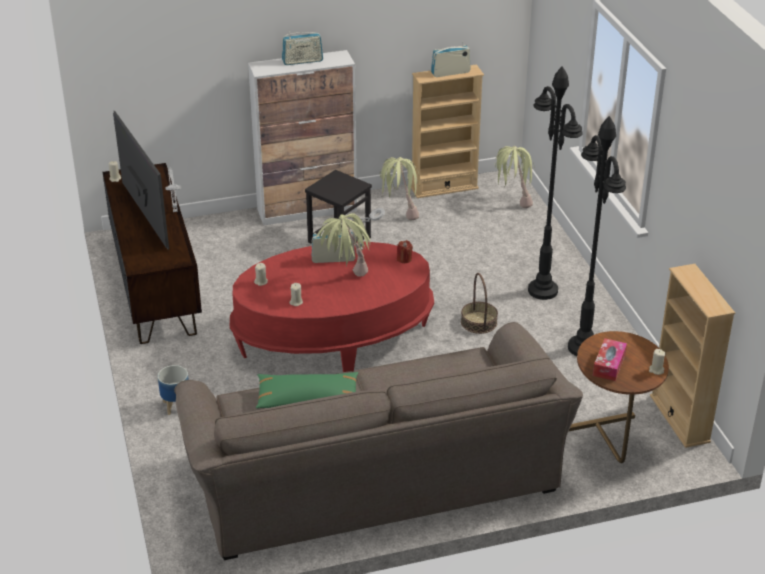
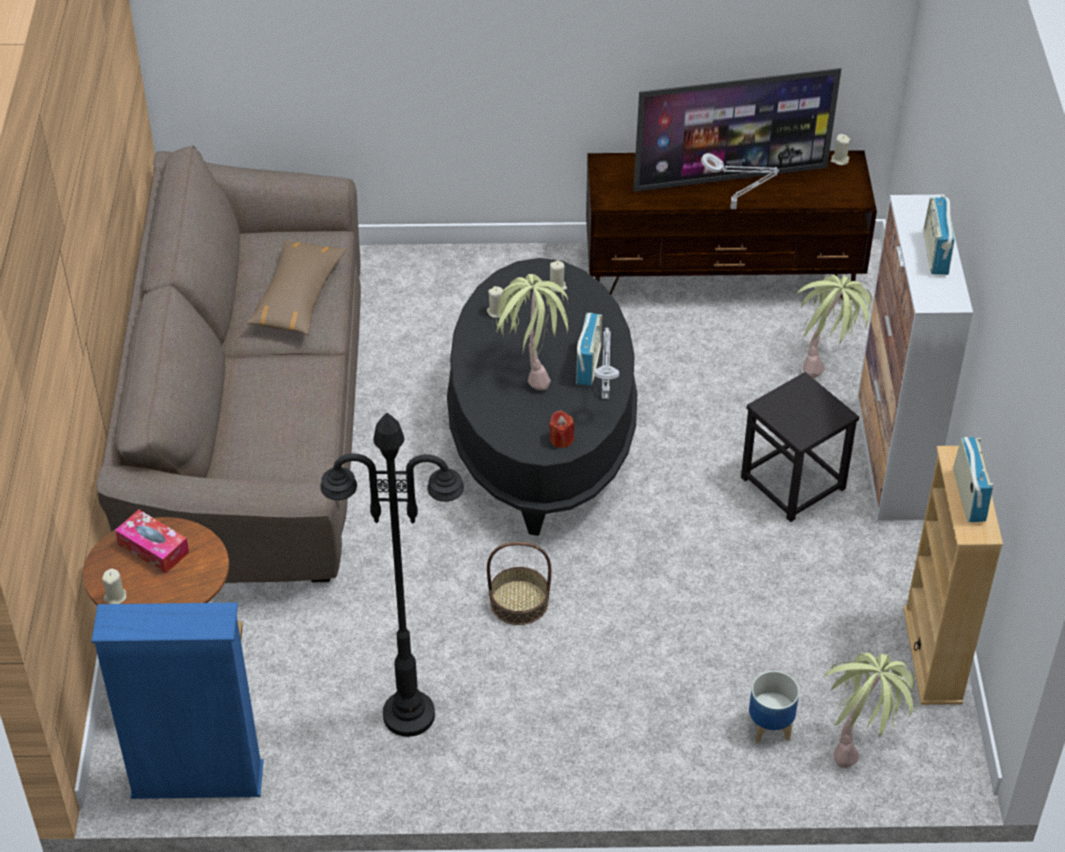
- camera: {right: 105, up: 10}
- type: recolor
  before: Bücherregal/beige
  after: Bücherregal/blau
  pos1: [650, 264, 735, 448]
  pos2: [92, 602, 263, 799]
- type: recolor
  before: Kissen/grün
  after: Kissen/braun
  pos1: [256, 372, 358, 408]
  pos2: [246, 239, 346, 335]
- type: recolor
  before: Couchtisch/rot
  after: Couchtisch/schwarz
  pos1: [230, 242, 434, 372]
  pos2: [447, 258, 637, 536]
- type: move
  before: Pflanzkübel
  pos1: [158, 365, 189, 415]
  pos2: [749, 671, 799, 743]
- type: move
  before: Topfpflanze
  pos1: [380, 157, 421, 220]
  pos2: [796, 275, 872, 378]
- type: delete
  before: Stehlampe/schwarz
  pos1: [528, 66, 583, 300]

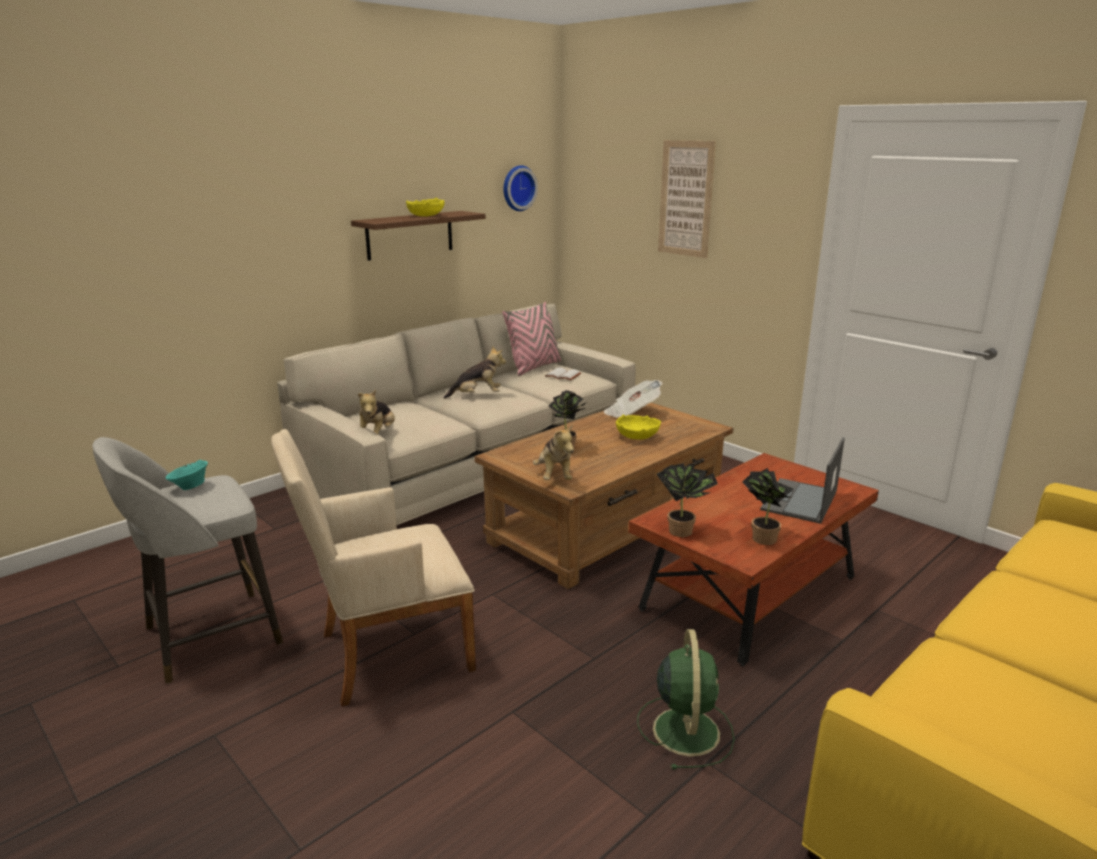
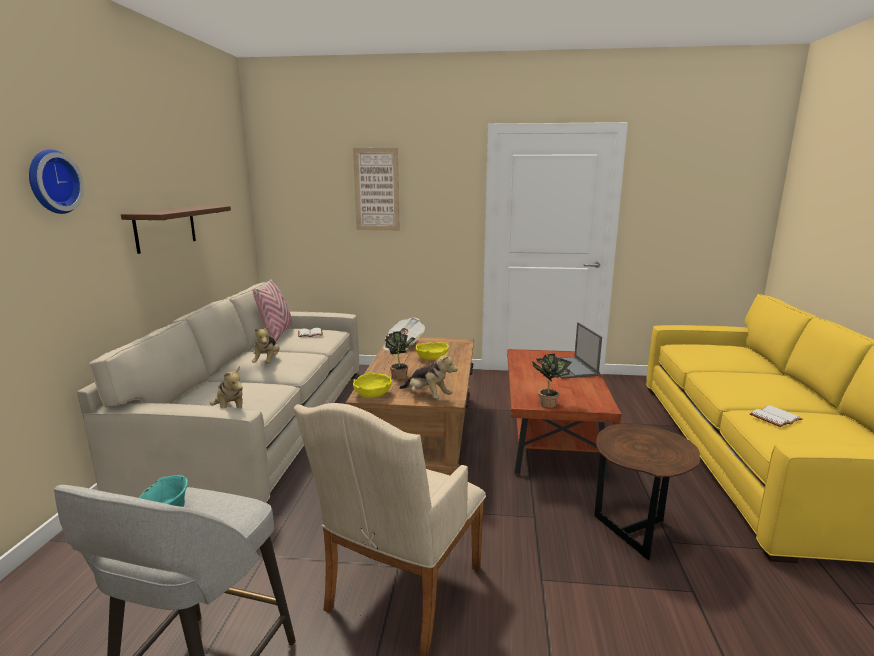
- camera: {right: -40, up: -5}
- type: move
  before: Wanduhr
  pos1: [503, 165, 538, 211]
  pos2: [29, 149, 84, 214]
- type: rotate
  before: Plüschtier
  pos1: [444, 346, 506, 399]
  pos2: [252, 325, 280, 363]
  turn: 135
- type: move
  before: Schüssel/gelb
  pos1: [406, 198, 445, 217]
  pos2: [353, 372, 392, 398]
- type: replace
  before: Ventilator/grün
  after: Beistelltisch/braun
  pos1: [637, 629, 735, 769]
  pos2: [594, 424, 700, 561]
- type: insert
  after: Buch/weiß
  pos2: [750, 406, 802, 427]
- type: delete
  before: Topfpflanze
  pos1: [742, 468, 794, 545]

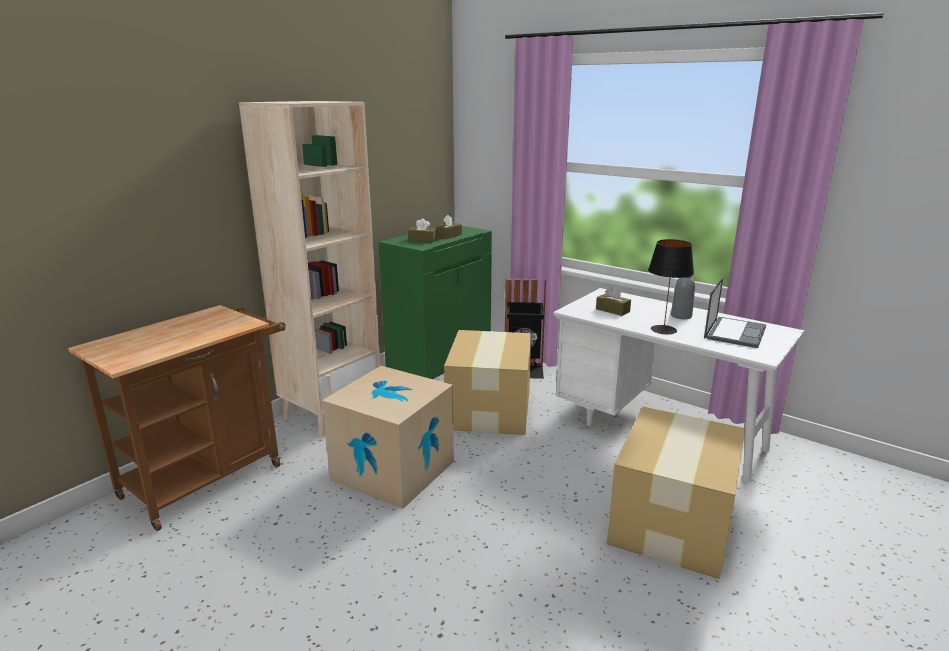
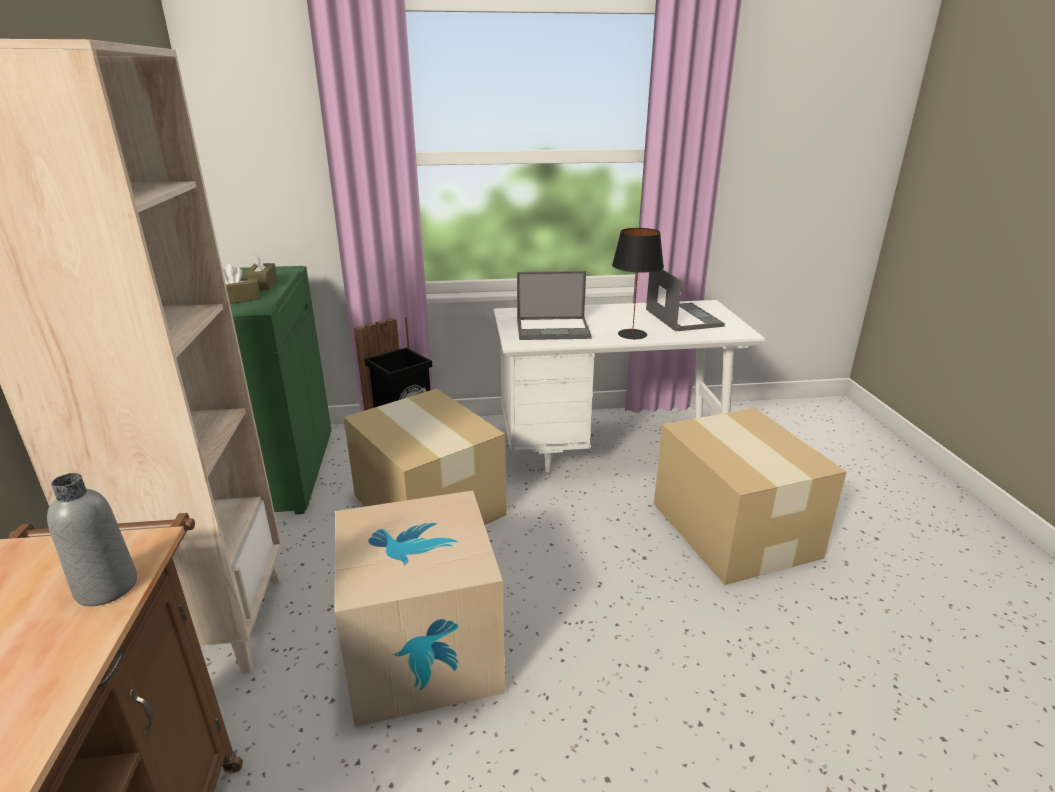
- camera: {right: -45, up: 5}
- type: move
  before: Flasche/grau
  pos1: [671, 276, 695, 319]
  pos2: [47, 473, 137, 606]
- type: replace
  before: Taschentuchbox/braun
  after: Laptop
  pos1: [596, 286, 631, 316]
  pos2: [517, 271, 592, 340]

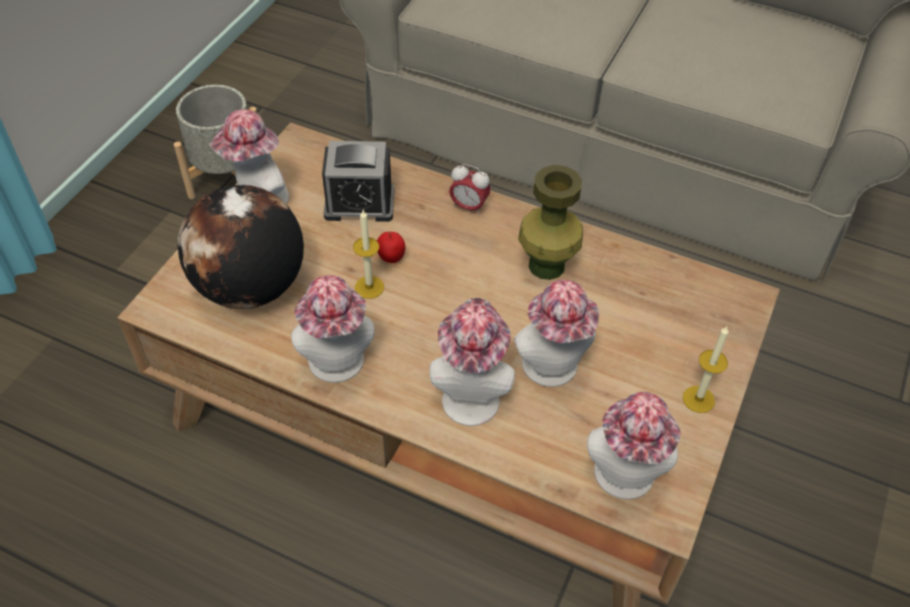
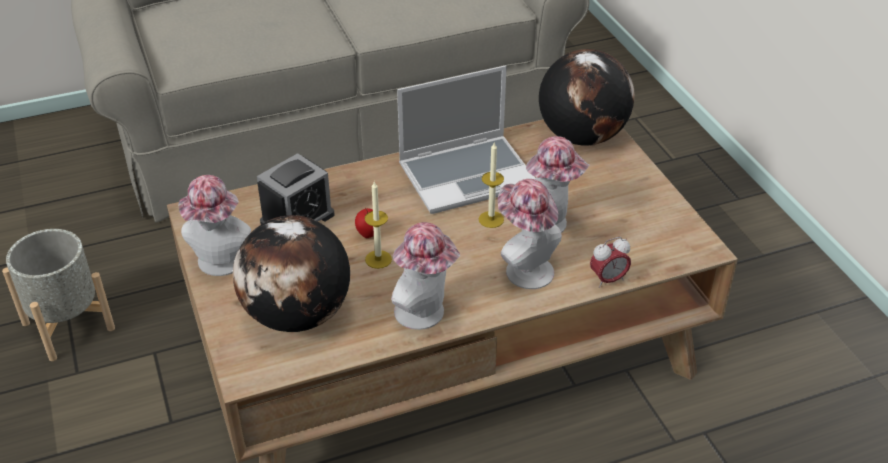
- camera: {right: -45, up: -10}
- type: replace
  before: Vase/grün
  after: Laptop
  pos1: [518, 165, 583, 280]
  pos2: [397, 65, 535, 214]
- type: move
  before: Kerze
  pos1: [682, 326, 729, 413]
  pos2: [479, 143, 504, 228]
- type: insert
  after: Globus
  pos2: [539, 49, 635, 146]
- type: move
  before: Wecker
  pos1: [449, 164, 491, 215]
  pos2: [590, 237, 631, 288]
- type: delete
  before: Hut
  pos1: [587, 392, 681, 499]

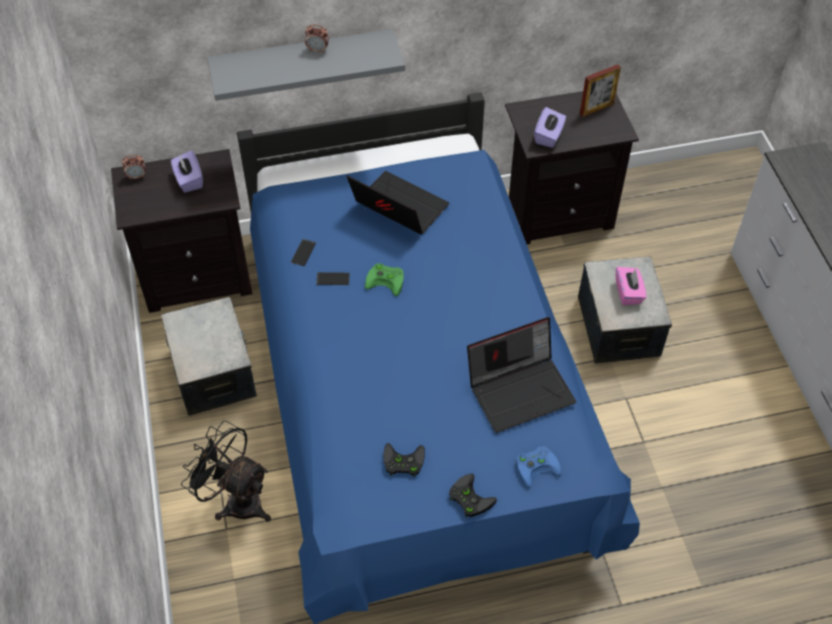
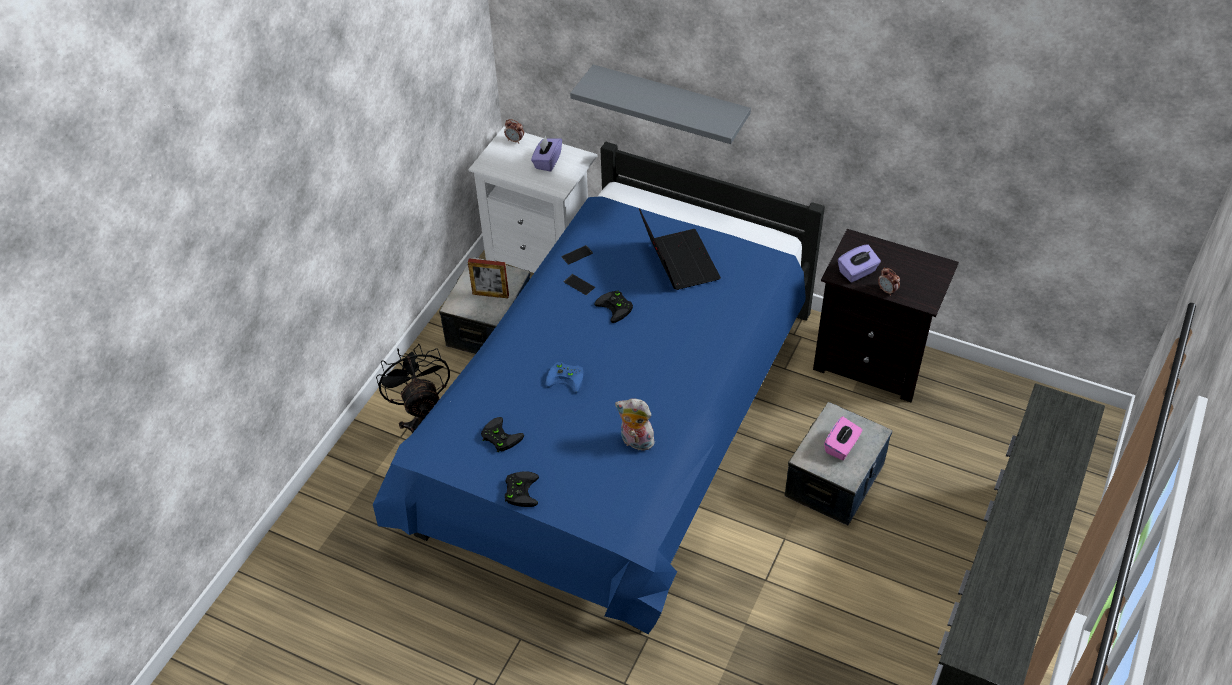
- camera: {right: 40, up: -5}
- type: recolor
  before: Nachttisch/schwarz
  after: Nachttisch/weiß
  pos1: [111, 149, 252, 313]
  pos2: [468, 126, 598, 273]
- type: move
  before: Bilderrahmen
  pos1: [580, 64, 621, 117]
  pos2: [468, 258, 509, 298]
- type: move
  before: Gamepad/blau
  pos1: [517, 446, 562, 488]
  pos2: [545, 362, 583, 393]
- type: recolor
  before: Gamepad/grün
  after: Gamepad/schwarz
  pos1: [365, 264, 404, 296]
  pos2: [594, 290, 633, 323]
- type: replace
  before: Laptop
  after: Plüschtier
  pos1: [467, 317, 576, 433]
  pos2: [615, 398, 655, 451]
- type: move
  before: Wecker
  pos1: [305, 25, 329, 53]
  pos2: [878, 268, 900, 296]

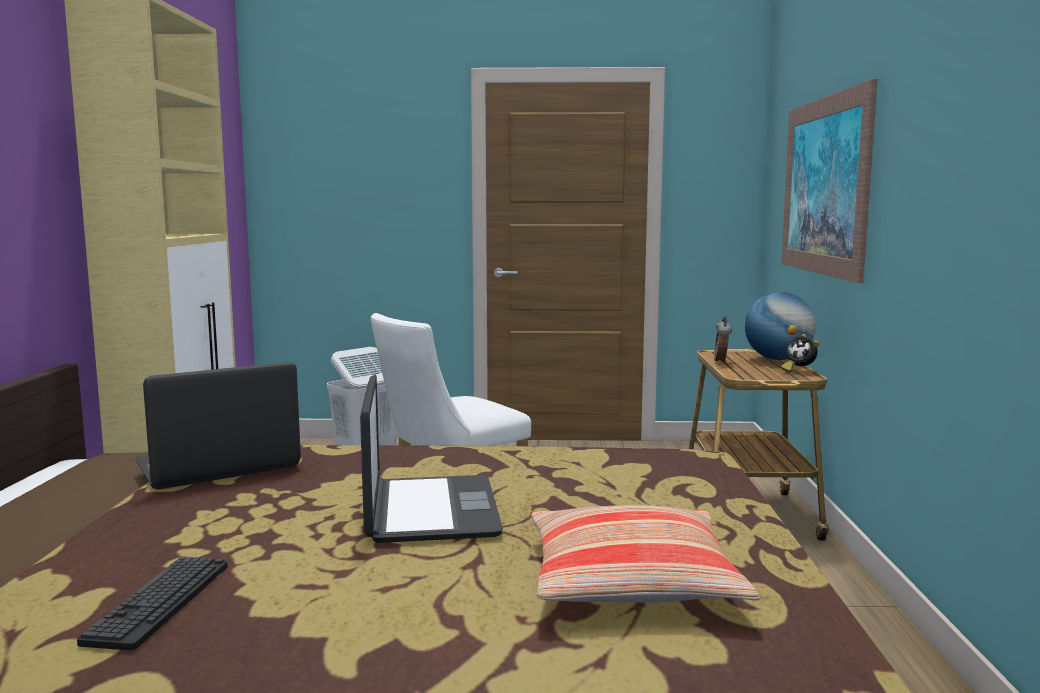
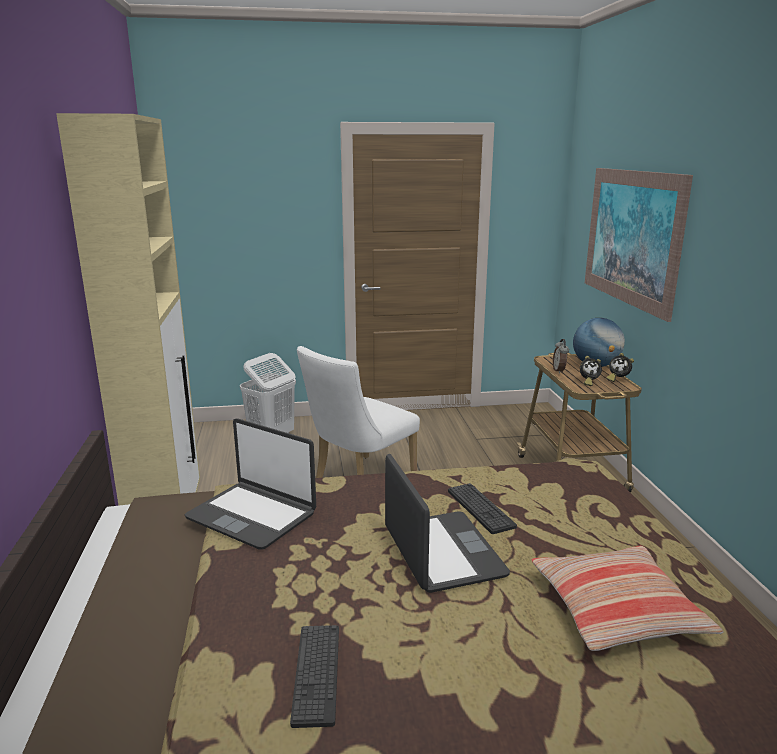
- camera: {right: -10, up: 10}
- type: rotate
  before: Laptop
  pos1: [135, 362, 301, 490]
  pos2: [185, 419, 316, 550]
  turn: -105
- type: insert
  after: Tastatur
  pos2: [448, 483, 517, 534]
- type: insert
  after: Wecker
  pos2: [580, 356, 602, 386]

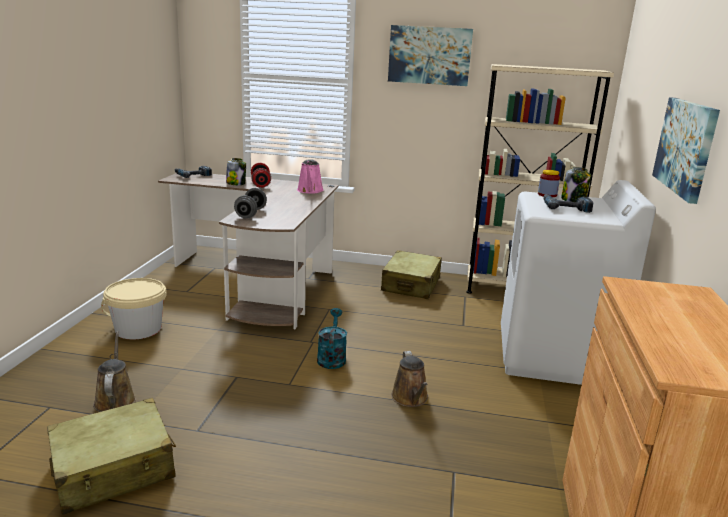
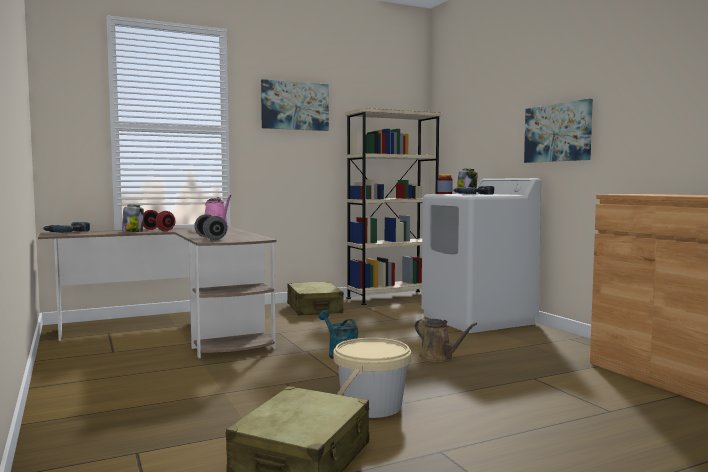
- camera: {right: -35, up: -15}
- type: move
  before: Eimer/beige
  pos1: [101, 278, 167, 339]
  pos2: [333, 338, 411, 418]
- type: delete
  before: Gießkanne/braun
  pos1: [93, 331, 136, 412]

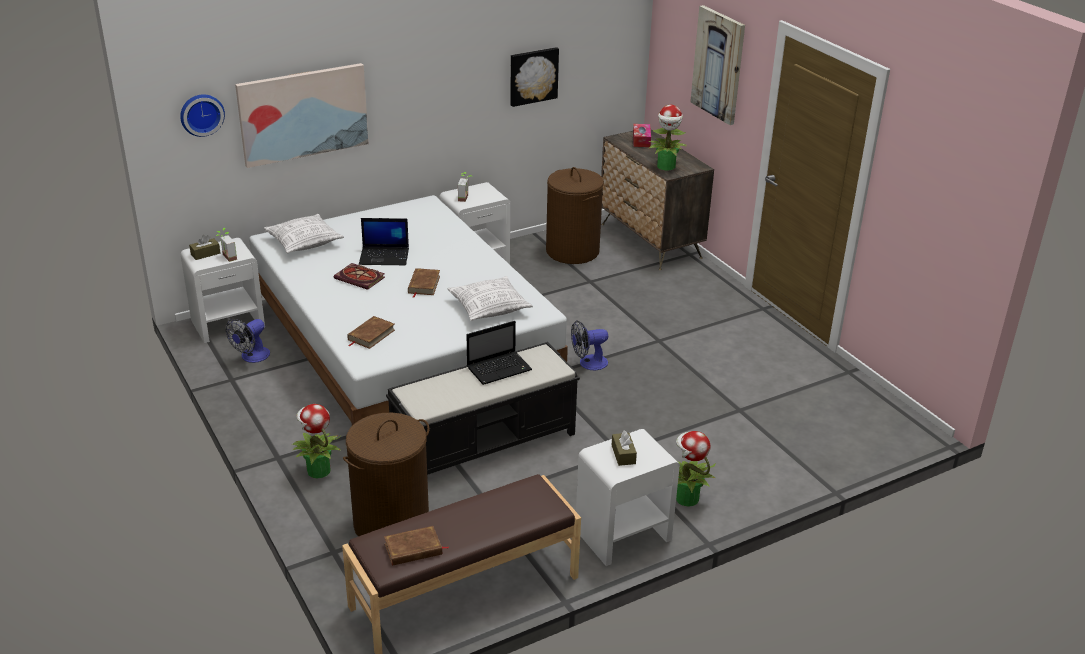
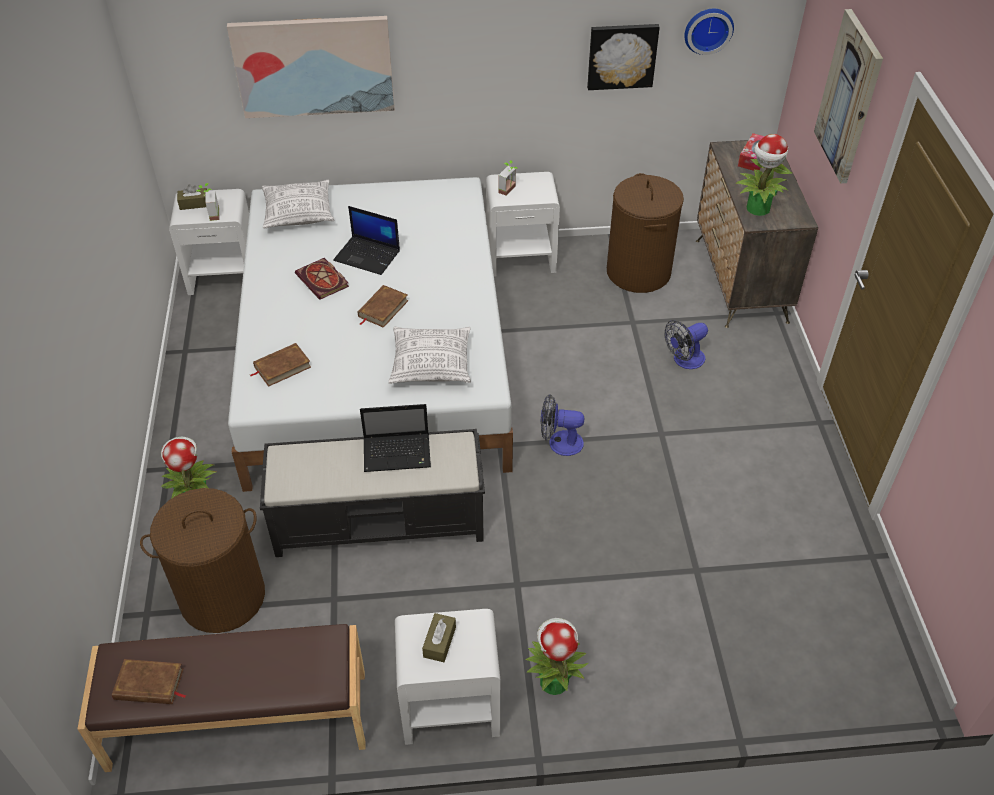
- camera: {right: 25, up: 15}
- type: move
  before: Ventilator
  pos1: [226, 319, 270, 363]
  pos2: [664, 320, 708, 369]
- type: move
  before: Wanduhr
  pos1: [180, 94, 225, 137]
  pos2: [684, 9, 734, 55]

